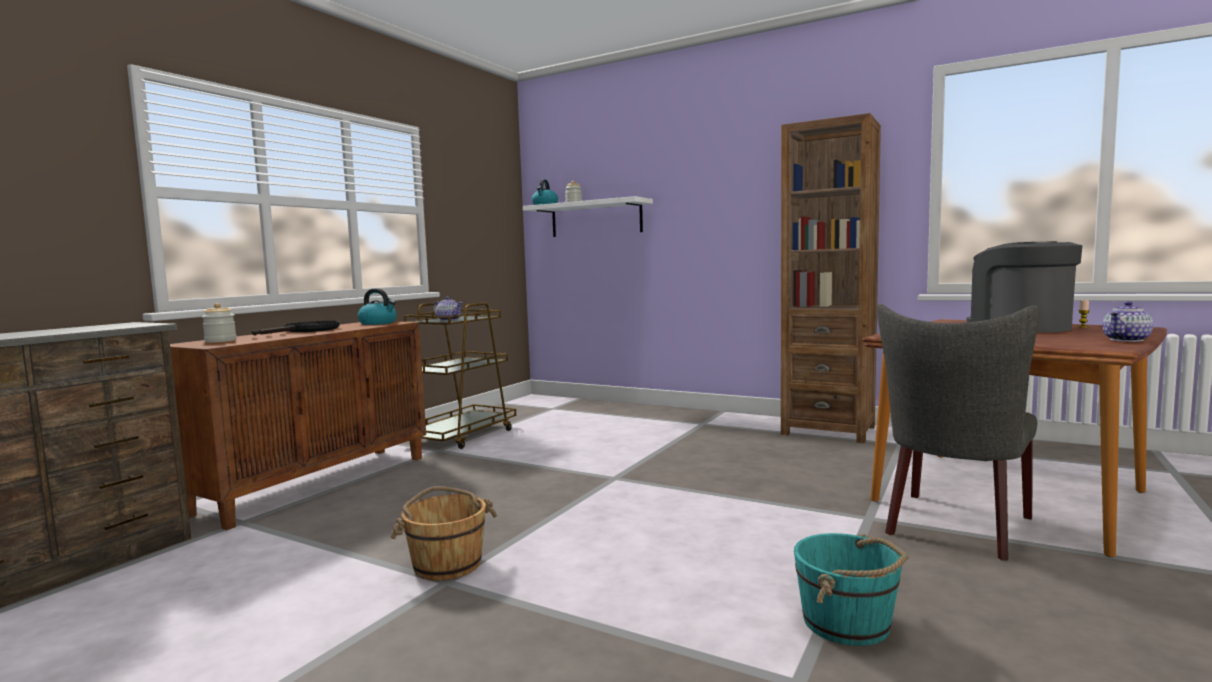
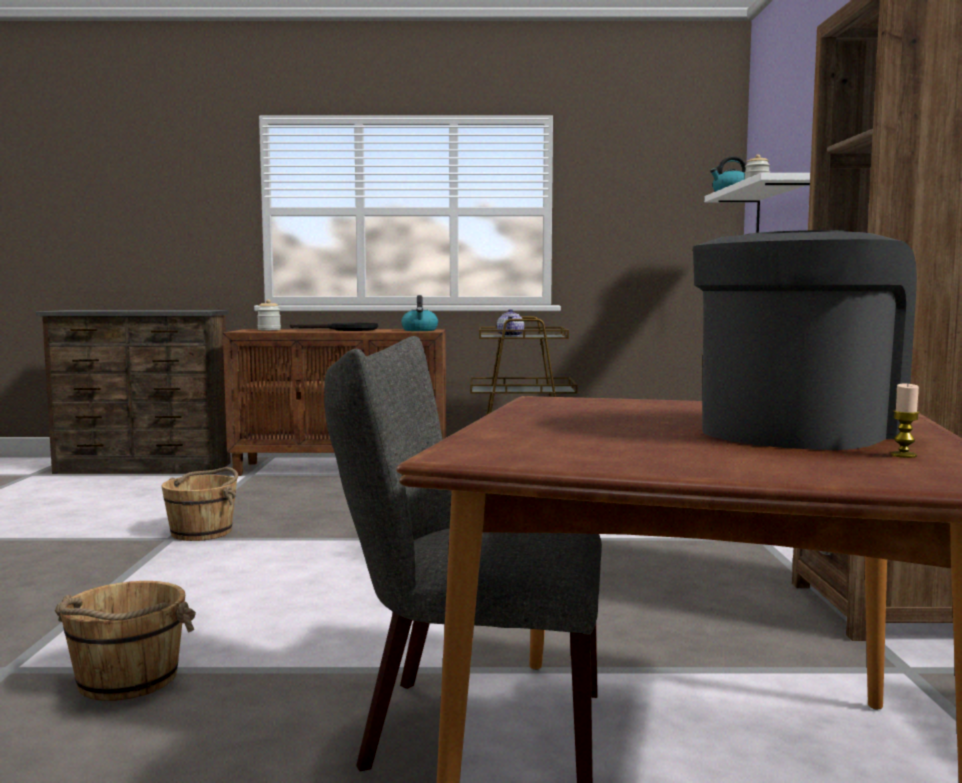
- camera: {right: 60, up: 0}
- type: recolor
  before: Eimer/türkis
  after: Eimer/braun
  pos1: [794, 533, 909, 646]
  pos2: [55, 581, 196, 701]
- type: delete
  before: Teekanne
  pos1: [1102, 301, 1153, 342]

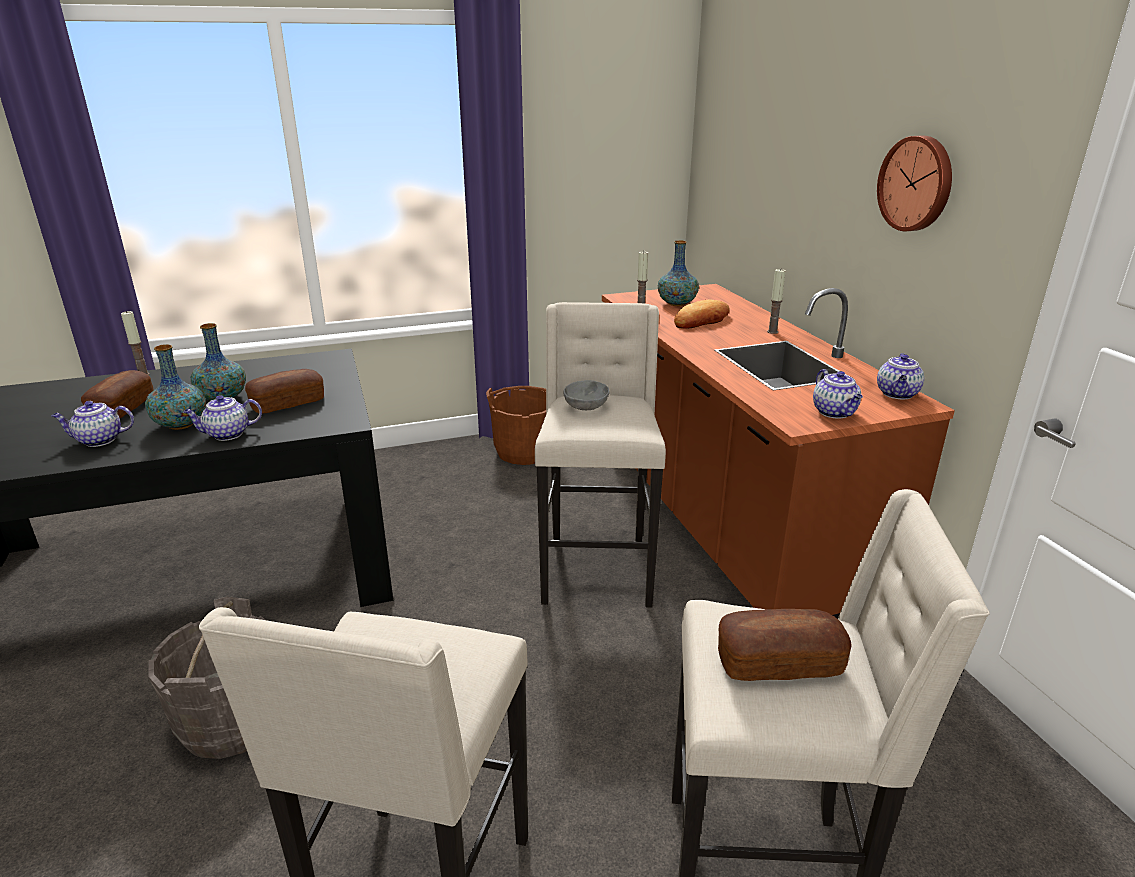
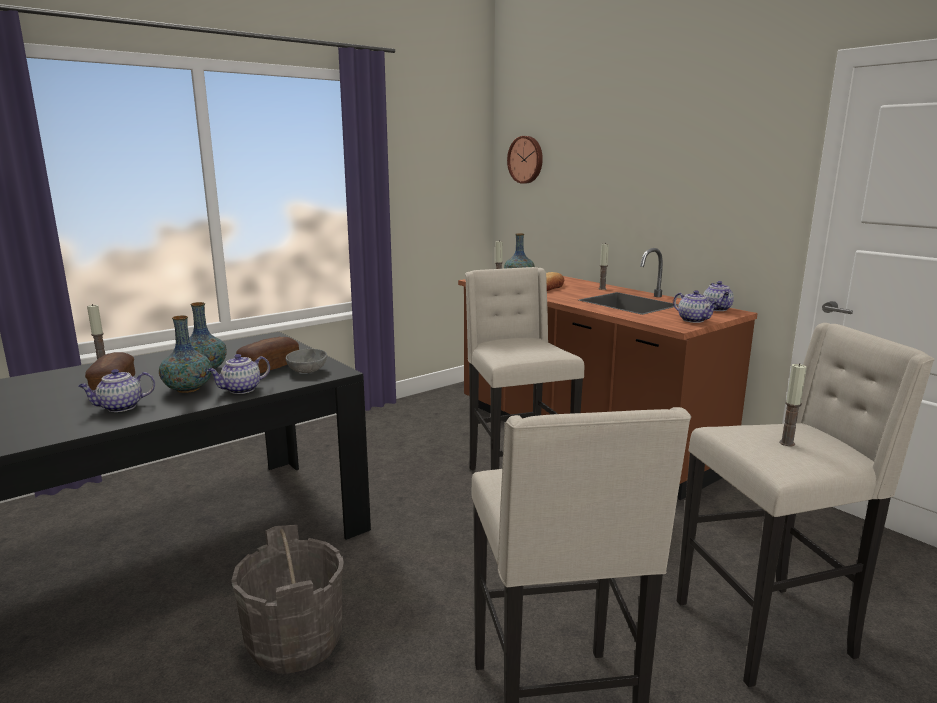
- camera: {right: -20, up: -10}
- type: move
  before: Schüssel/grau
  pos1: [564, 380, 609, 410]
  pos2: [286, 348, 327, 373]
- type: move
  before: Wanduhr
  pos1: [877, 136, 952, 231]
  pos2: [507, 136, 543, 184]
- type: replace
  before: Brot
  after: Kerze
  pos1: [718, 609, 852, 681]
  pos2: [780, 363, 807, 446]
- type: delete
  before: Eimer/braun
  pos1: [486, 386, 546, 465]

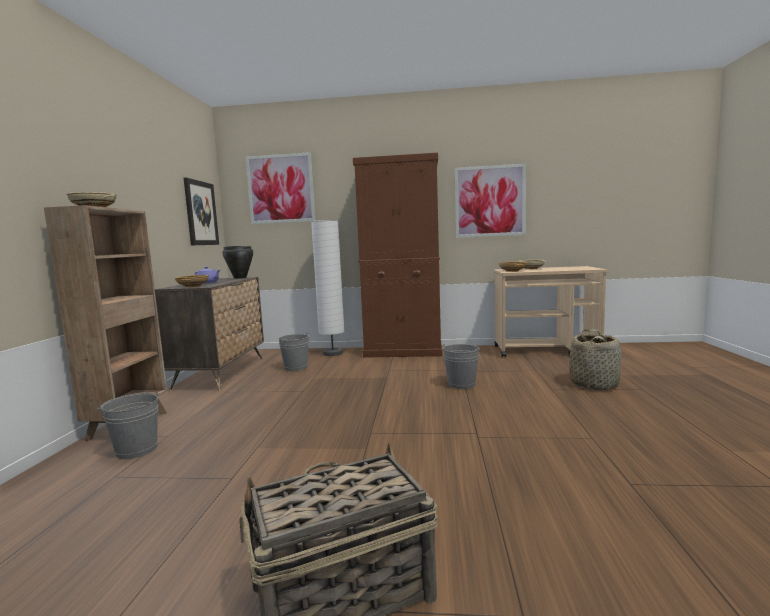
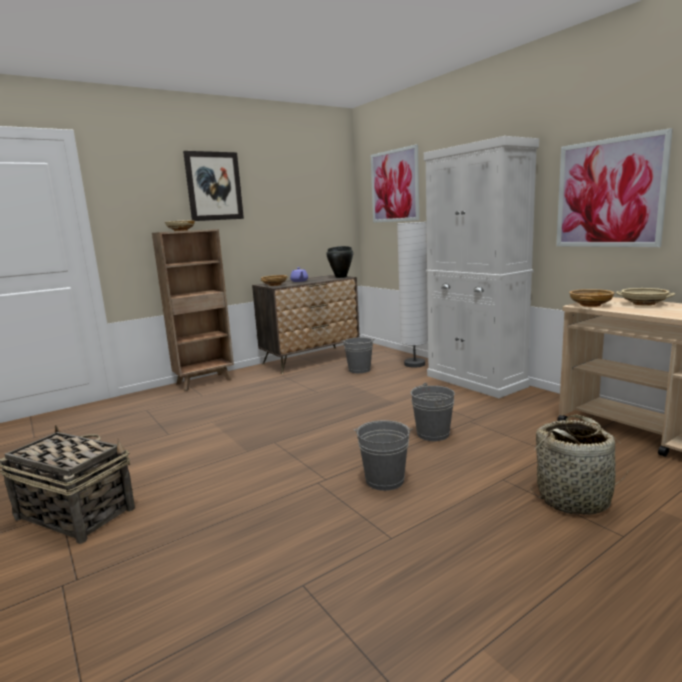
- camera: {right: 50, up: 5}
- type: move
  before: Bild
  pos1: [184, 178, 219, 246]
  pos2: [183, 151, 244, 221]
- type: move
  before: Eimer/grau
  pos1: [97, 392, 159, 459]
  pos2: [354, 420, 413, 491]
- type: recolor
  before: Schrank/braun
  after: Schrank/weiß
  pos1: [353, 153, 442, 358]
  pos2: [424, 136, 539, 398]

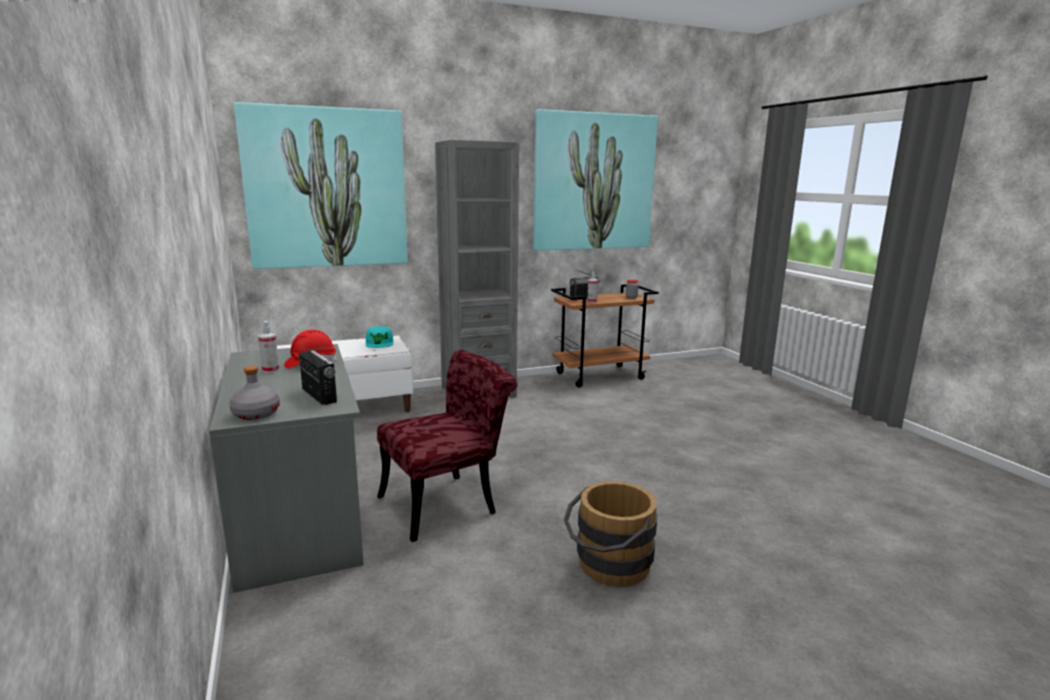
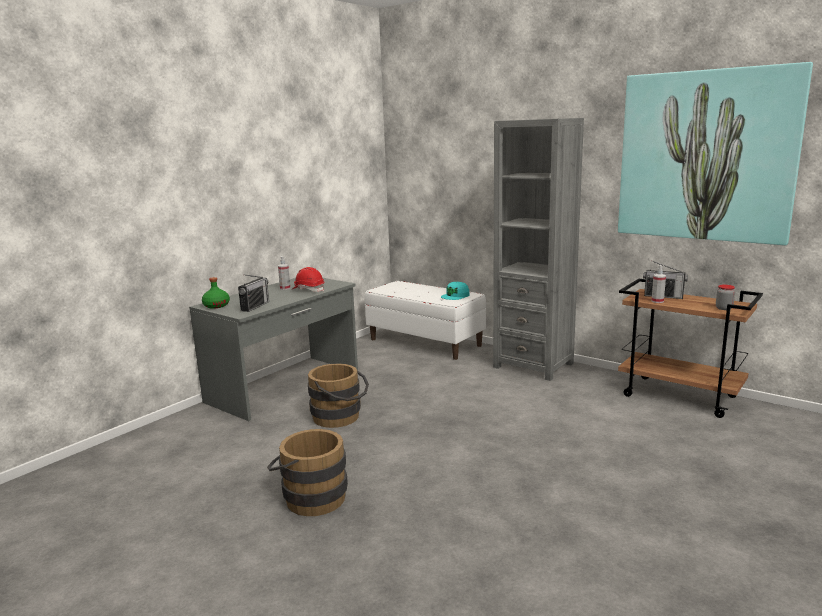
- camera: {right: 60, up: 0}
- type: recolor
  before: Flasche/grau
  after: Flasche/grün
  pos1: [229, 366, 280, 420]
  pos2: [202, 277, 230, 309]
- type: replace
  before: Stuhl/rot
  after: Eimer/braun
  pos1: [377, 350, 518, 542]
  pos2: [308, 364, 369, 428]
- type: delete
  before: Bild
  pos1: [234, 102, 408, 269]

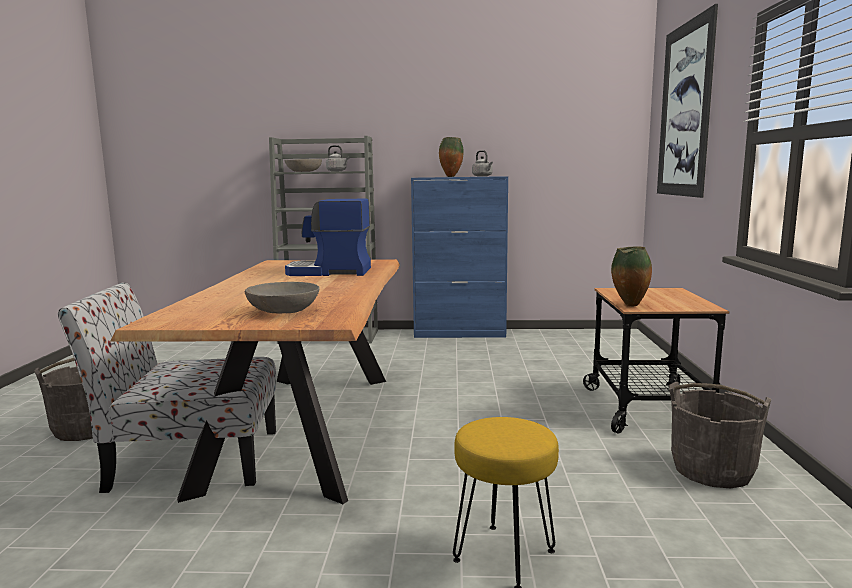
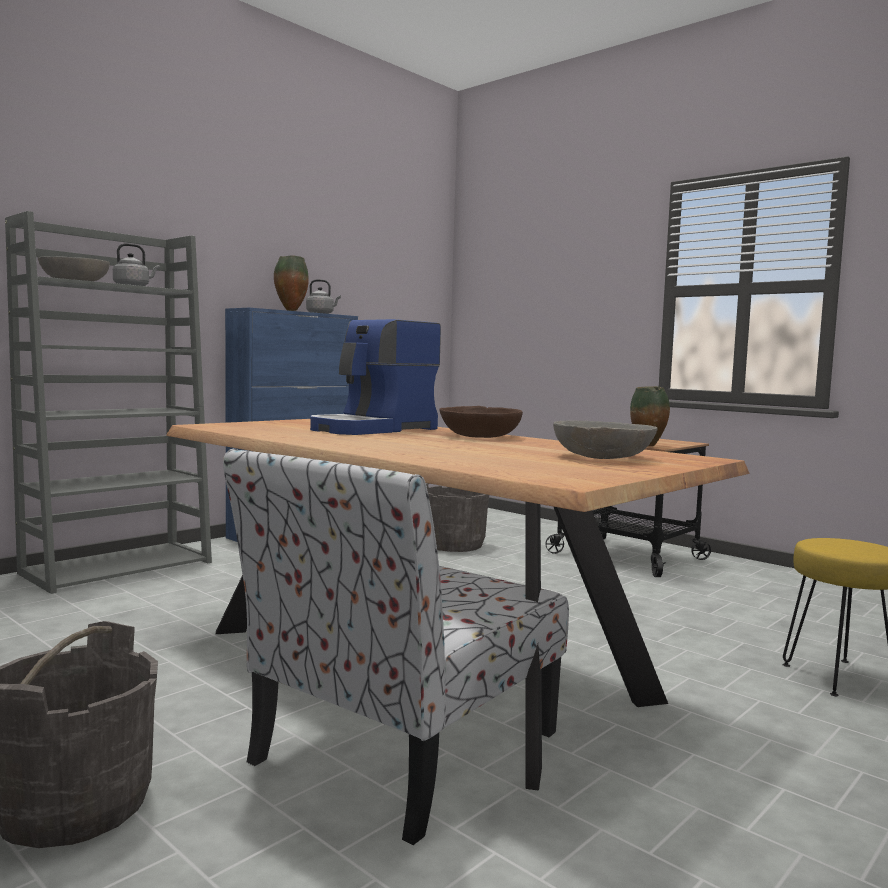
- camera: {right: -50, up: -5}
- type: move
  before: Eimer/grau
  pos1: [669, 382, 771, 488]
  pos2: [426, 483, 489, 552]
- type: insert
  after: Schüssel/braun
  pos2: [440, 406, 523, 438]
- type: delete
  before: Bild
  pos1: [657, 4, 718, 198]

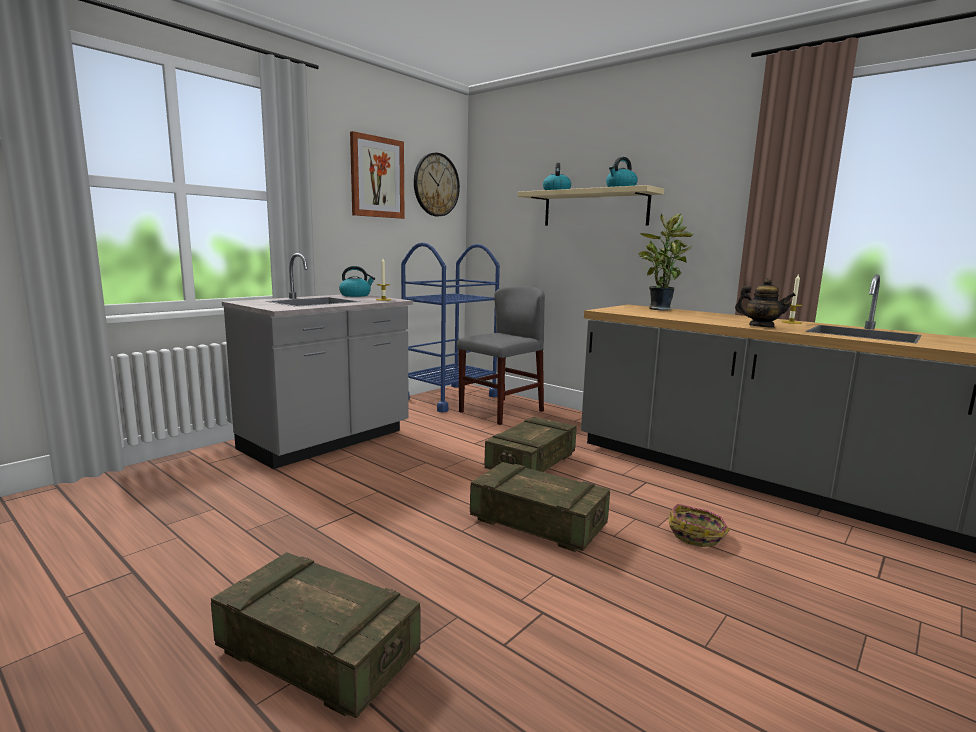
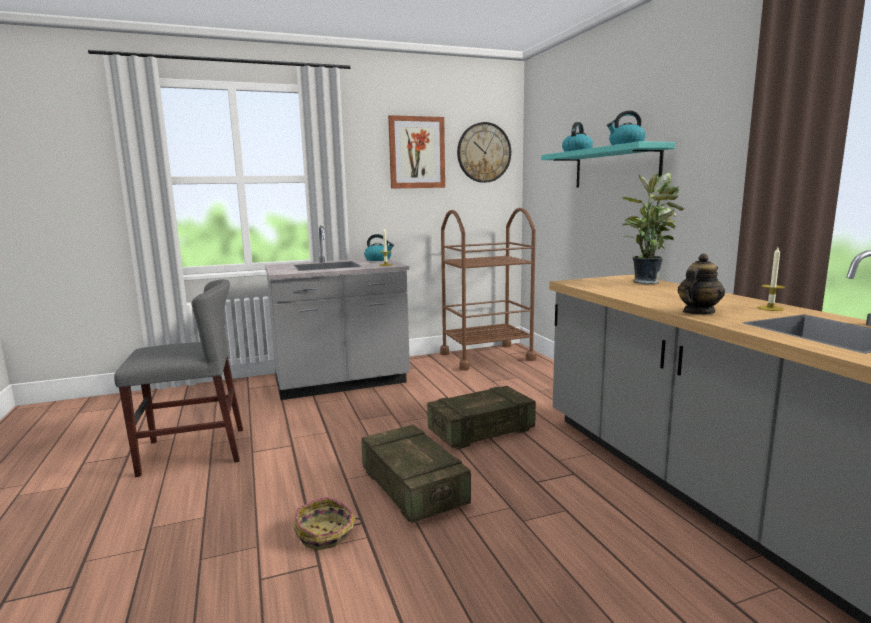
- camera: {right: 30, up: 0}
- type: move
  before: Stuhl/grau
  pos1: [457, 286, 545, 425]
  pos2: [114, 279, 243, 477]
- type: move
  before: Korb
  pos1: [668, 504, 730, 547]
  pos2: [294, 497, 363, 550]
- type: recolor
  before: Rollwagen/blau
  after: Rollwagen/braun
  pos1: [401, 242, 500, 413]
  pos2: [440, 208, 536, 370]
- type: recolor
  before: Wandregal/beige
  after: Wandregal/türkis
  pos1: [517, 185, 664, 226]
  pos2: [541, 141, 675, 187]
- type: rotate
  before: Teekanne
  pos1: [735, 278, 796, 328]
  pos2: [678, 253, 725, 314]
  turn: -105
- type: delete
  before: Kiste
  pos1: [211, 552, 421, 718]

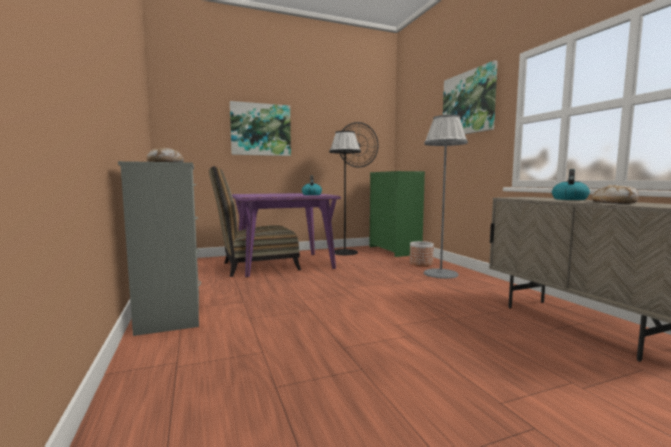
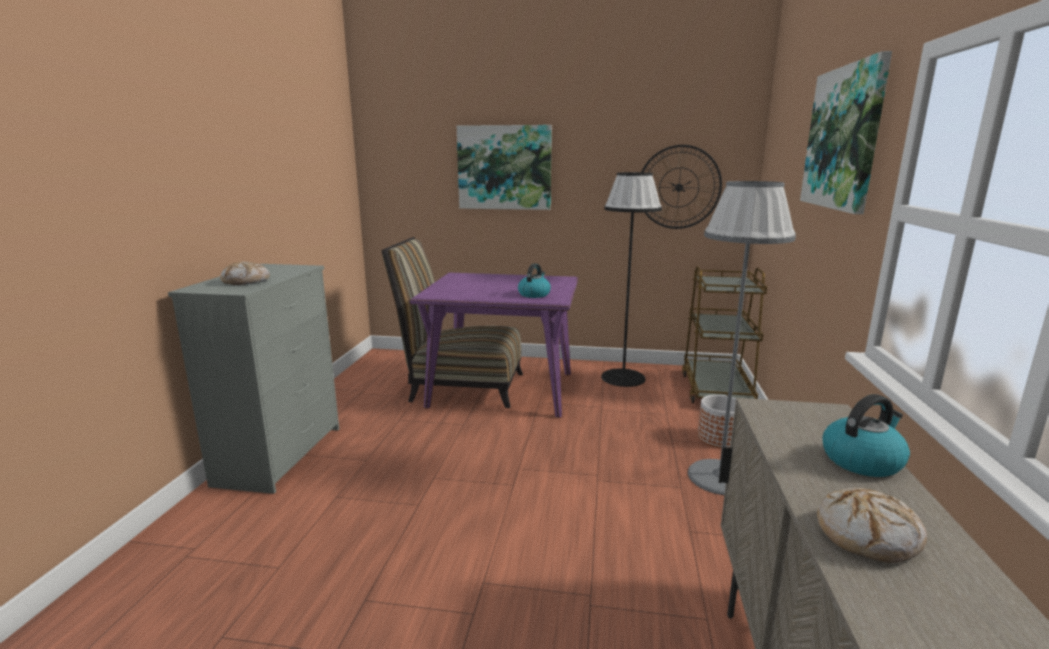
- camera: {right: 30, up: 10}
- type: replace
  before: Kommode/grün
  after: Rollwagen/braun
  pos1: [370, 171, 425, 257]
  pos2: [682, 266, 767, 403]

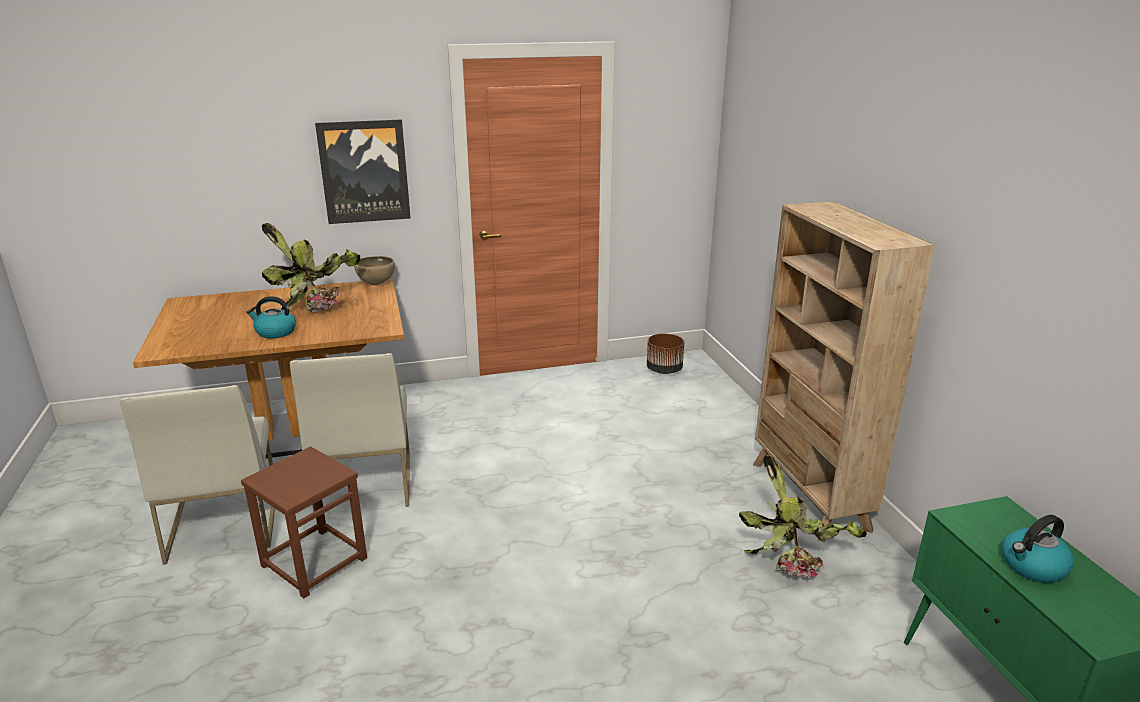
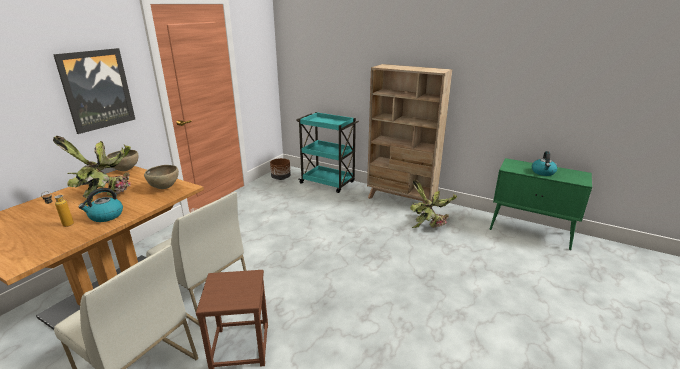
- camera: {right: -45, up: 0}
- type: insert
  after: Flasche
  pos2: [41, 191, 74, 227]
- type: insert
  after: Schüssel/braun
  pos2: [144, 165, 179, 189]
- type: insert
  after: Rollwagen/türkis
  pos2: [296, 112, 359, 193]

